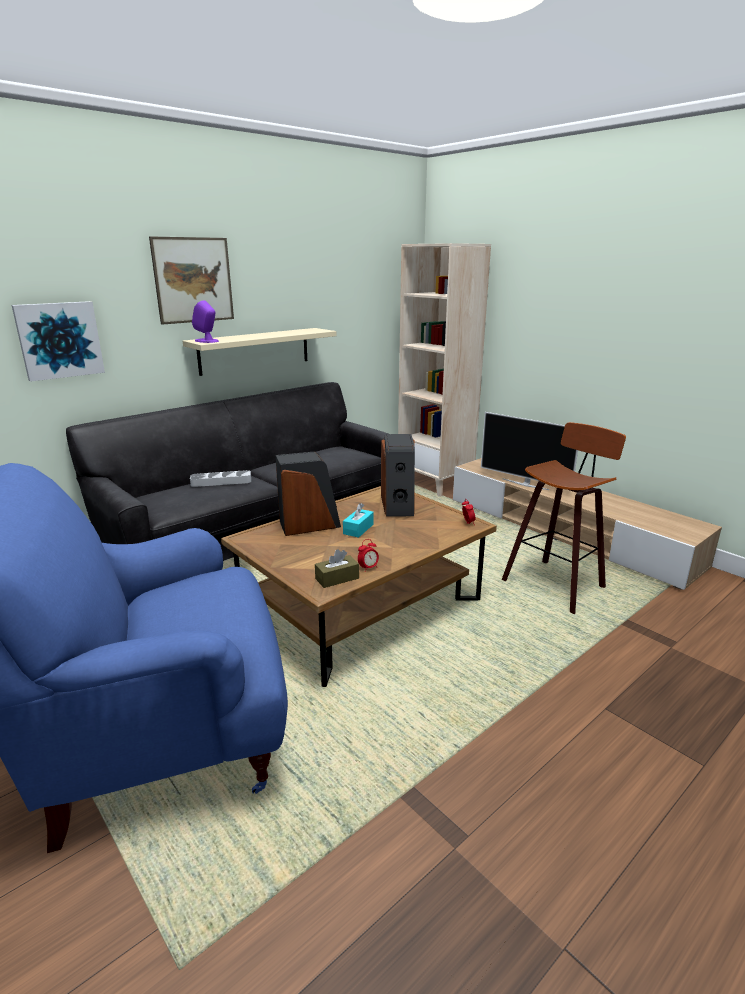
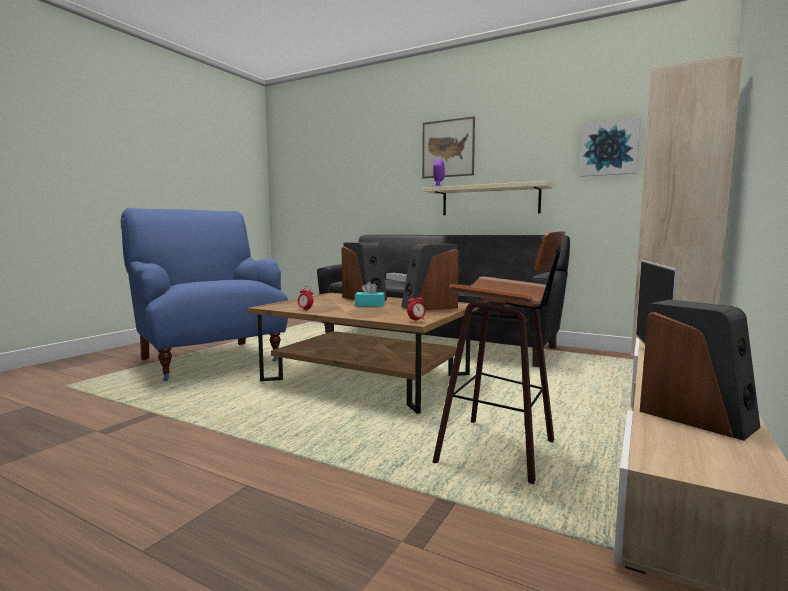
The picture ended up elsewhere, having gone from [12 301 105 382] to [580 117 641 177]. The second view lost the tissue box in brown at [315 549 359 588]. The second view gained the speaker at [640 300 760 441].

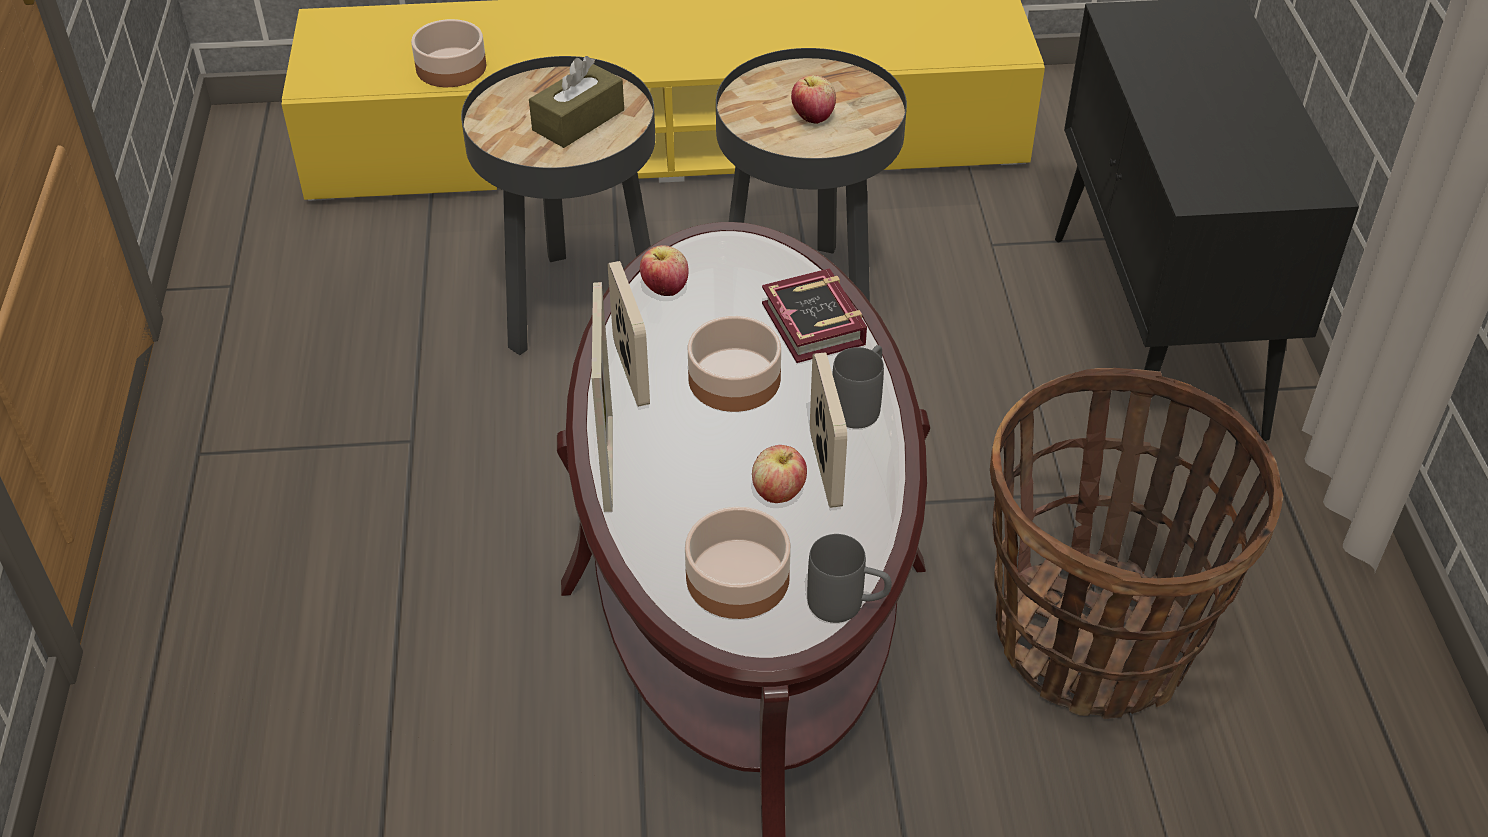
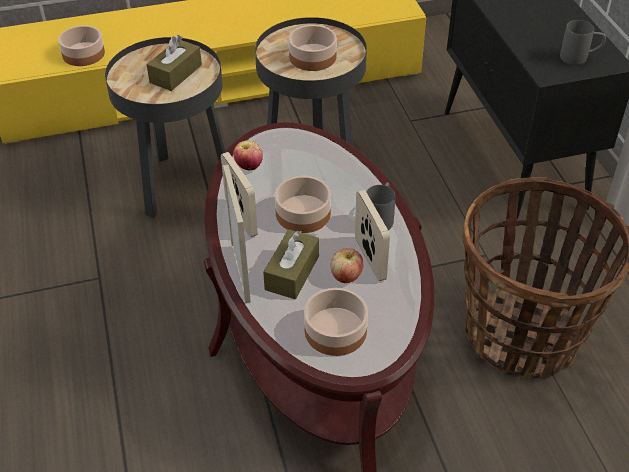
Where the apple stood at [791 75 836 124], the serving bowl came to stand at [289 25 337 71]. The second view lost the volume at [762 268 867 363]. The mug in grey ended up elsewhere, having gone from [807 534 892 623] to [560 20 606 65]. The second view gained the tissue box in brown at [263 229 319 299].

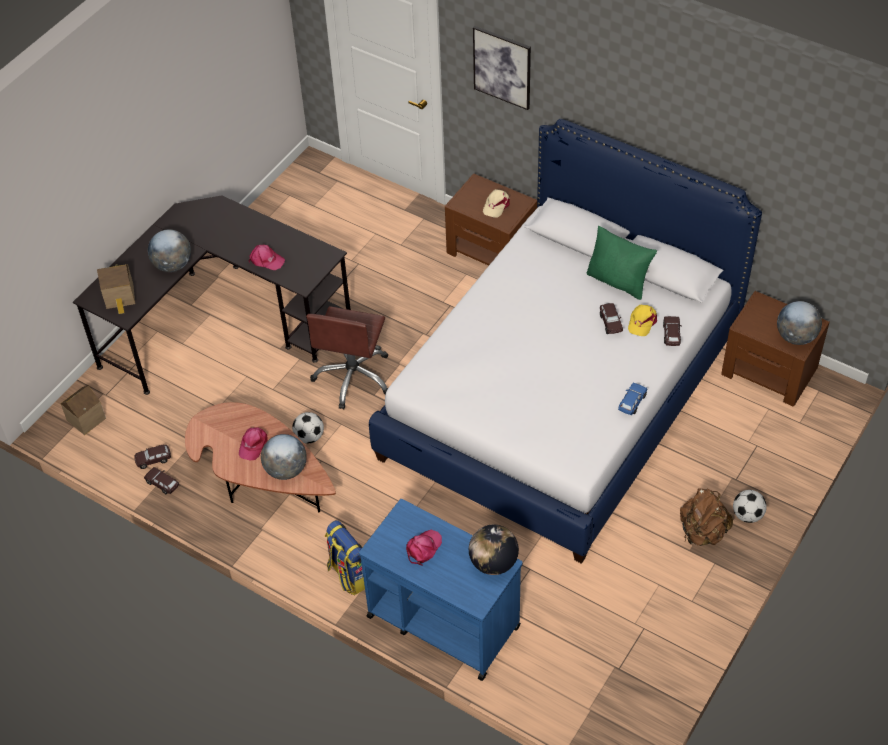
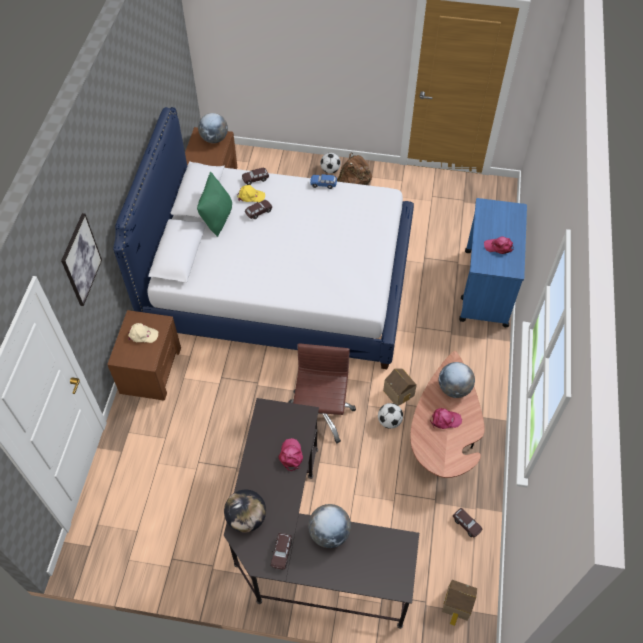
The miniature house ended up elsewhere, having gone from [97 264 135 314] to [383 368 417 406]. The computer chair in brown at [306 306 388 409] ended up facing another way, 75 degrees counterclockwise from before. The toy car in brown ended up elsewhere, having gone from [144 467 179 494] to [271 533 292 569]. The second view lost the rucksack at [325 520 365 595]. The world globe ended up elsewhere, having gone from [469 525 519 575] to [224 490 266 533].

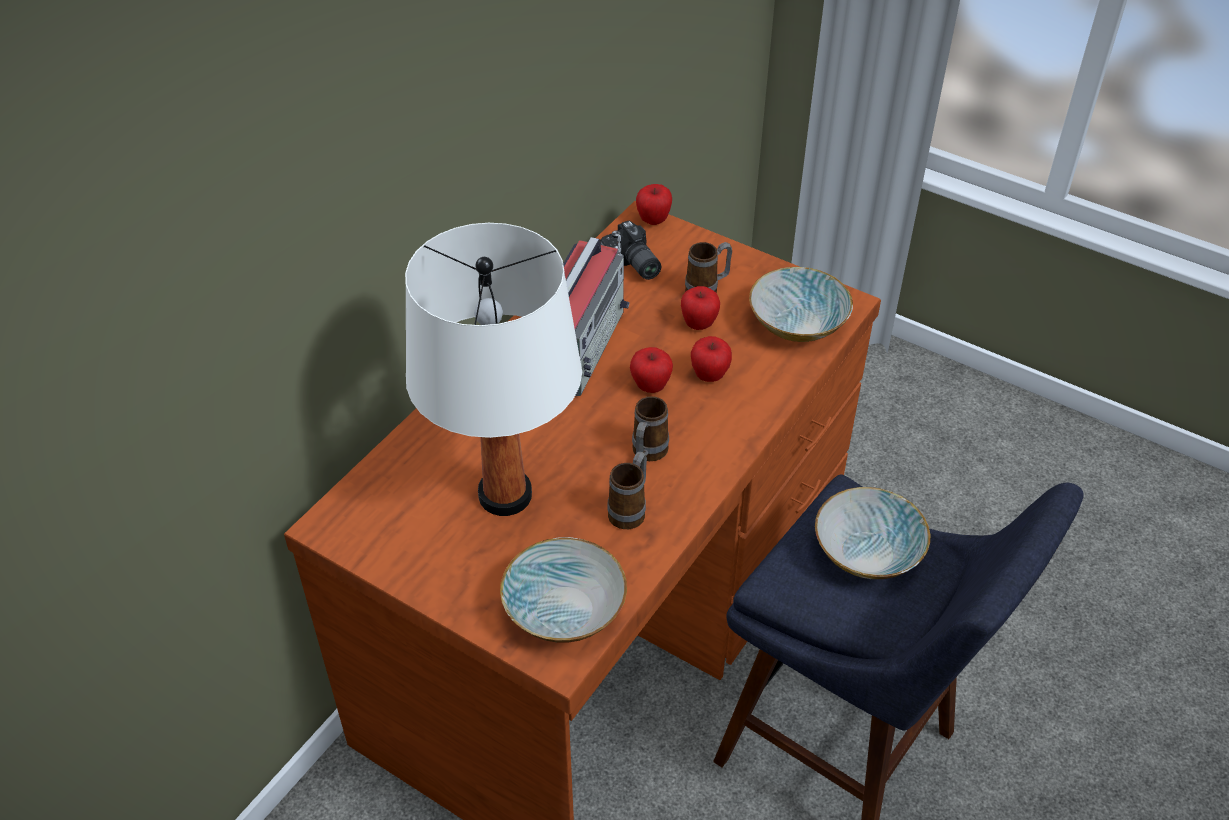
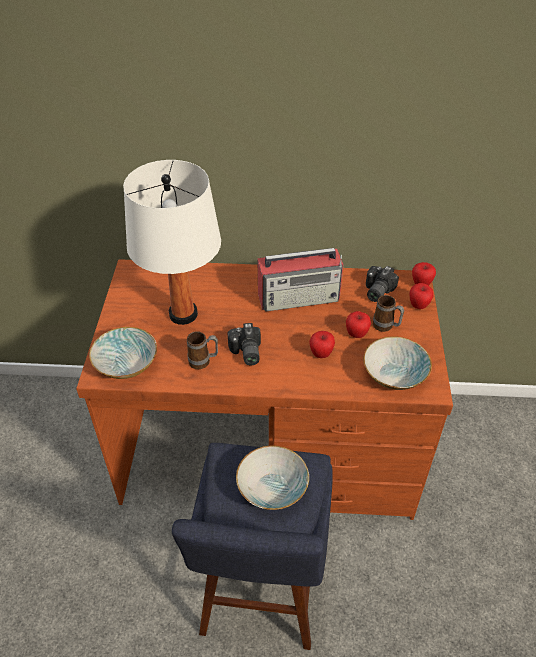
The apple ended up elsewhere, having gone from [630 347 673 393] to [409 283 434 309]. Where the mug stood at [632 396 669 461], the photo camera came to stand at [228 323 261 365].

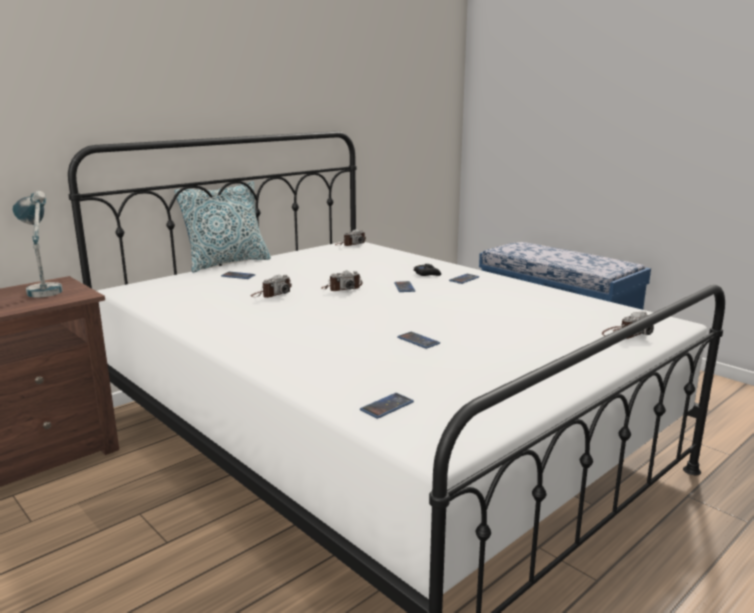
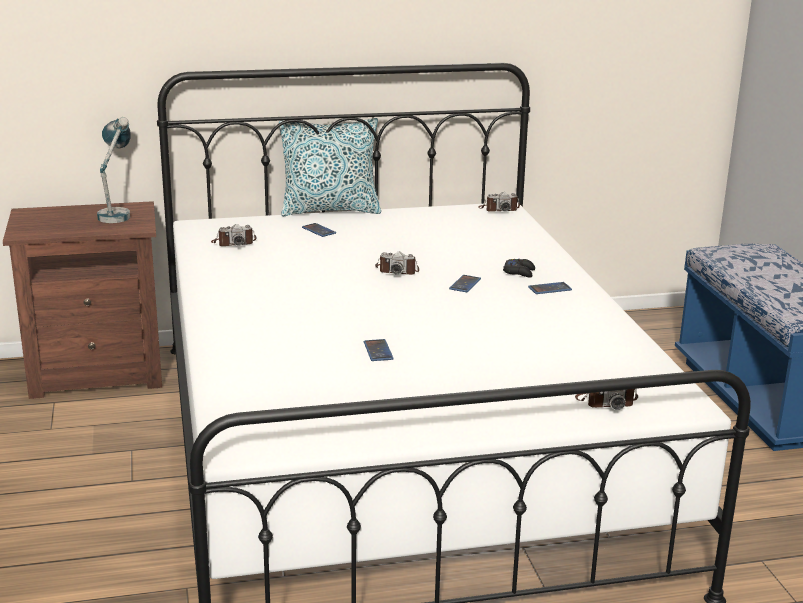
The photo camera ended up elsewhere, having gone from [251 275 292 298] to [211 224 256 246]. The second view lost the phone at [360 393 414 419].

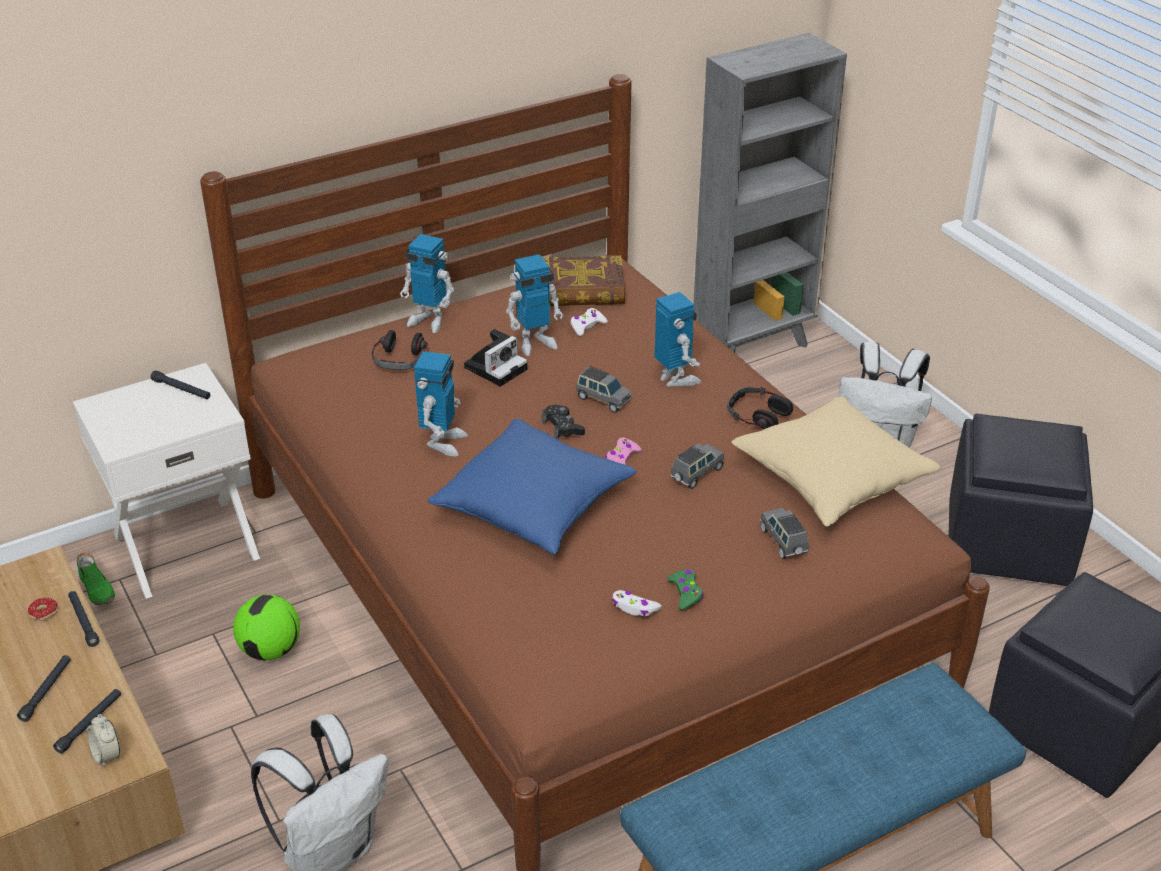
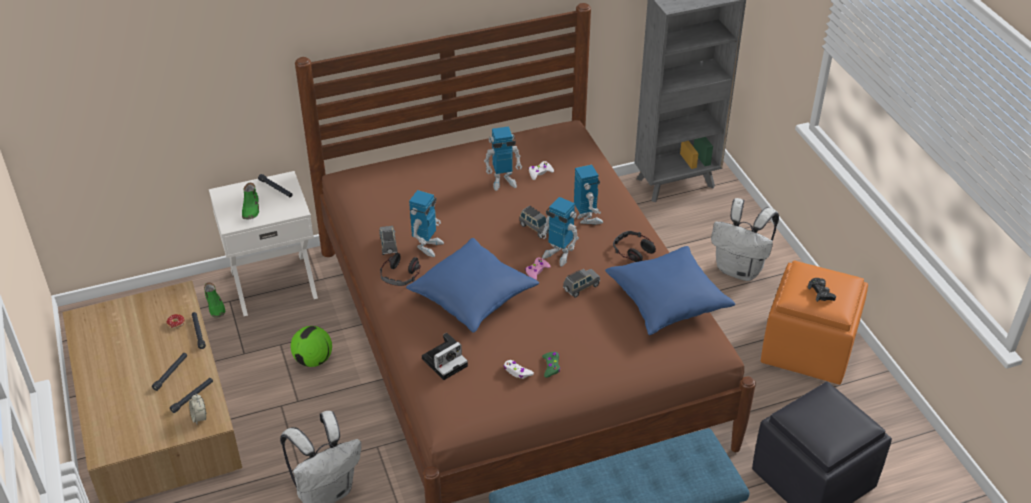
The toy robot ended up elsewhere, having gone from [400 234 454 333] to [540 197 579 266]. The second view lost the volume at [543 255 625 306]. The photo camera ended up elsewhere, having gone from [464 329 527 387] to [422 333 468 380]. The headset ended up elsewhere, having gone from [372 330 428 370] to [380 253 421 286]. What was the pillow in beige at [731 396 941 527] turned into the pillow in blue at [605 246 735 335]. The joypad in blackish ended up elsewhere, having gone from [542 405 585 439] to [808 278 836 302]. What was the footrest in blackish at [948 414 1093 586] turned into the footrest in orange-coloured at [761 260 868 385]. The toy car in grey ended up elsewhere, having gone from [760 508 809 559] to [379 226 398 255]. The second view gained the low shoe in green at [242 183 259 219].

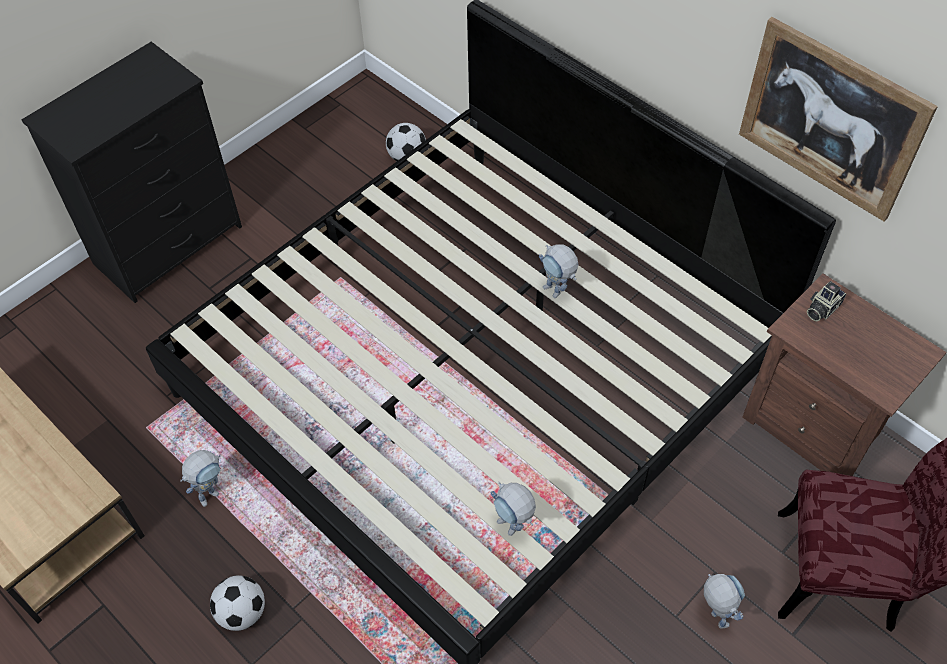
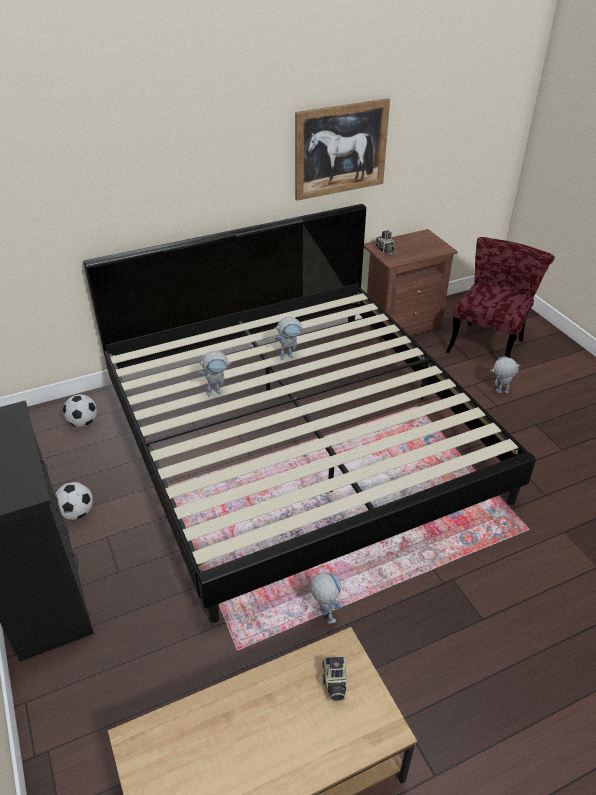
The toy robot ended up elsewhere, having gone from [490 482 536 536] to [198 351 231 396]. The ball for football ended up elsewhere, having gone from [210 575 265 631] to [56 482 93 520]. The second view gained the photo camera at [322 657 347 702].

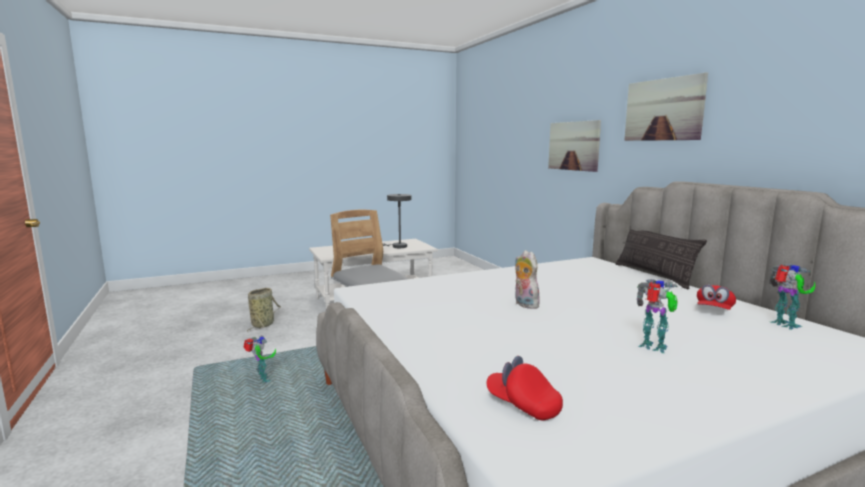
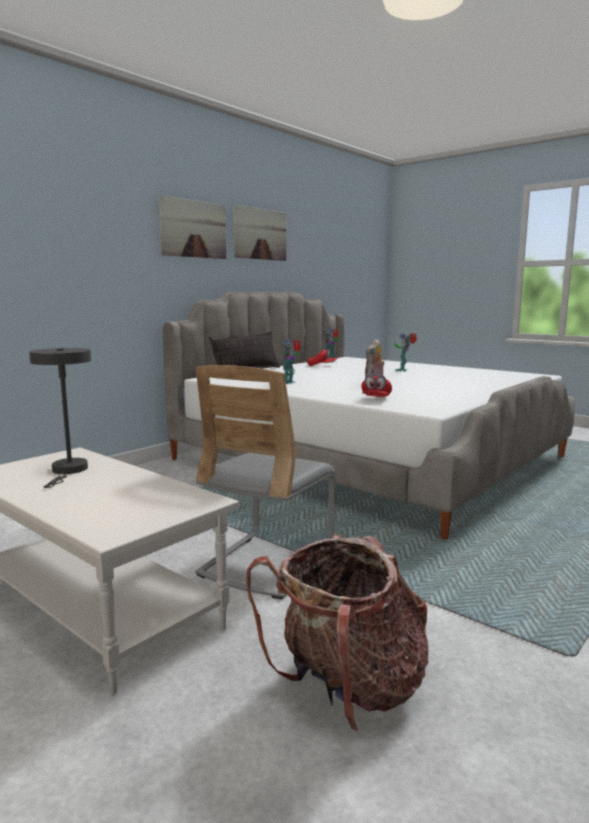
The picture ended up elsewhere, having gone from [548 120 601 172] to [233 205 286 261]. Where the basket stood at [247 288 281 332], the rucksack came to stand at [246 534 428 732]. The toy robot ended up elsewhere, having gone from [243 335 276 383] to [280 340 301 384]. The cap in red ended up elsewhere, having gone from [487 356 563 421] to [361 375 392 397].

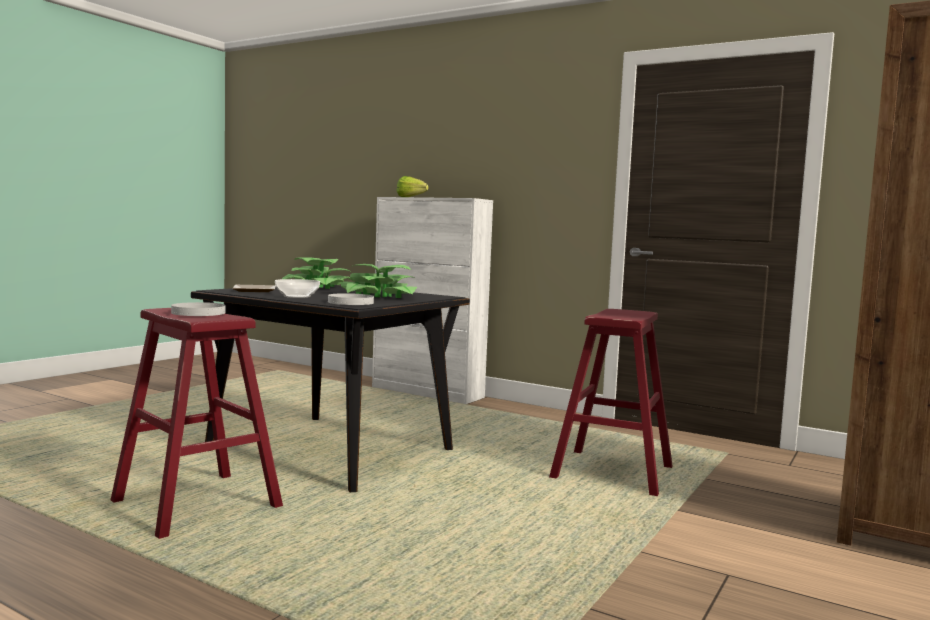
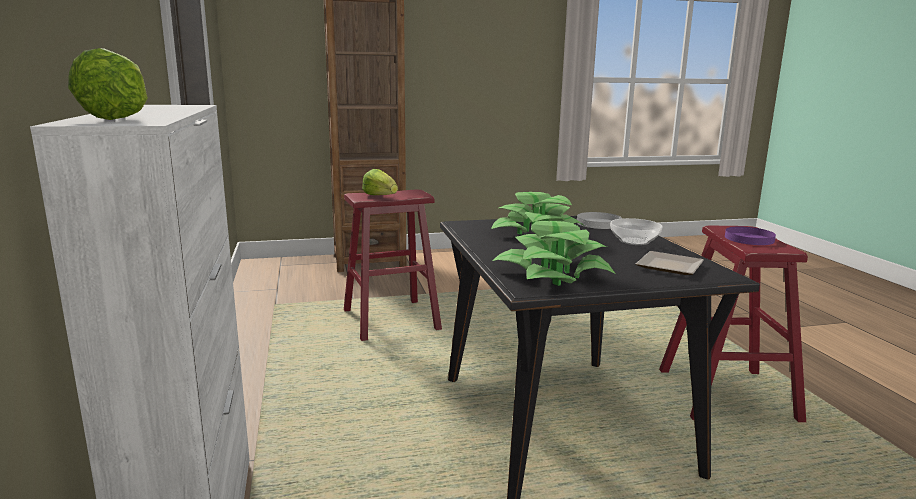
What was the plate in whitish at [171 302 225 316] turned into the plate in purple at [725 227 776 245]. The second view gained the lettuce at [362 169 398 195].

